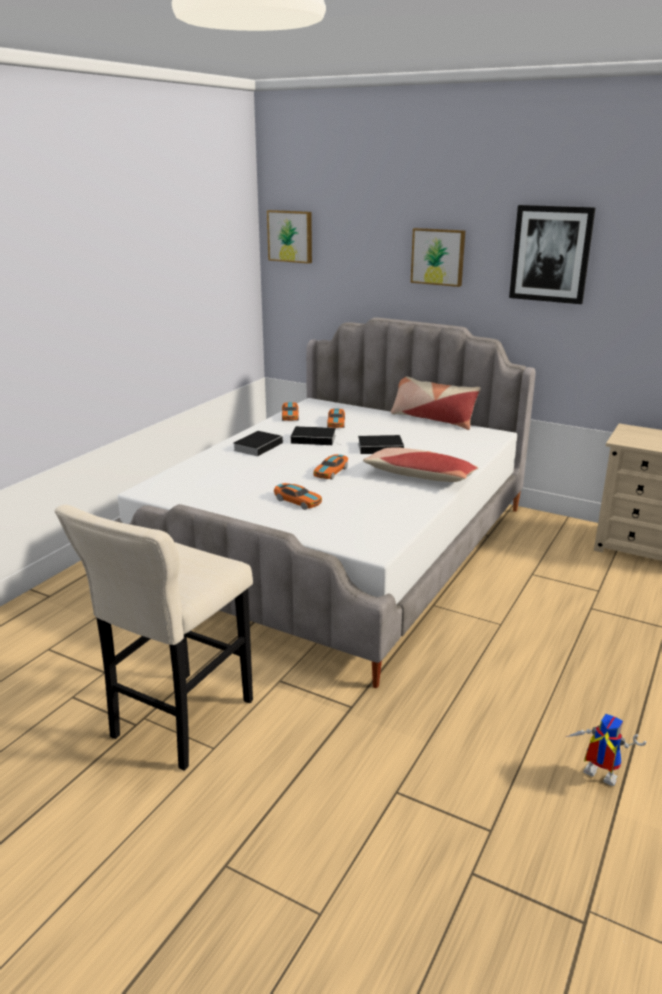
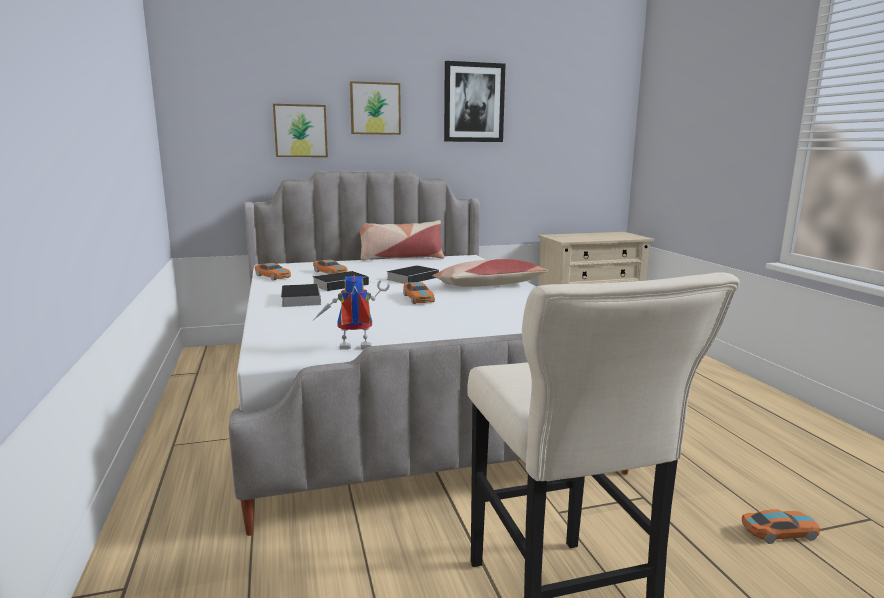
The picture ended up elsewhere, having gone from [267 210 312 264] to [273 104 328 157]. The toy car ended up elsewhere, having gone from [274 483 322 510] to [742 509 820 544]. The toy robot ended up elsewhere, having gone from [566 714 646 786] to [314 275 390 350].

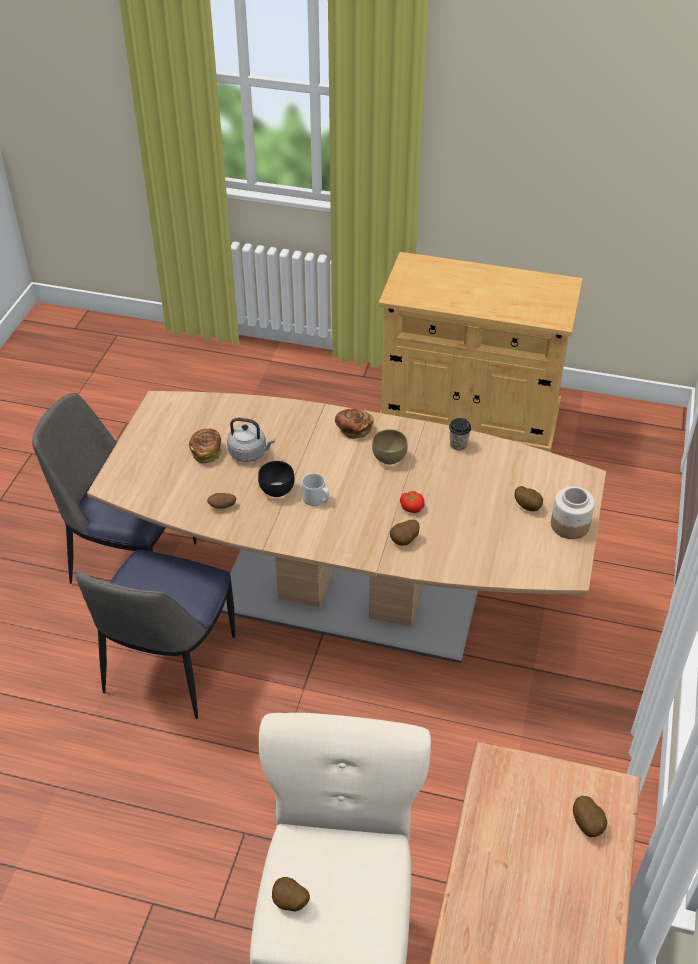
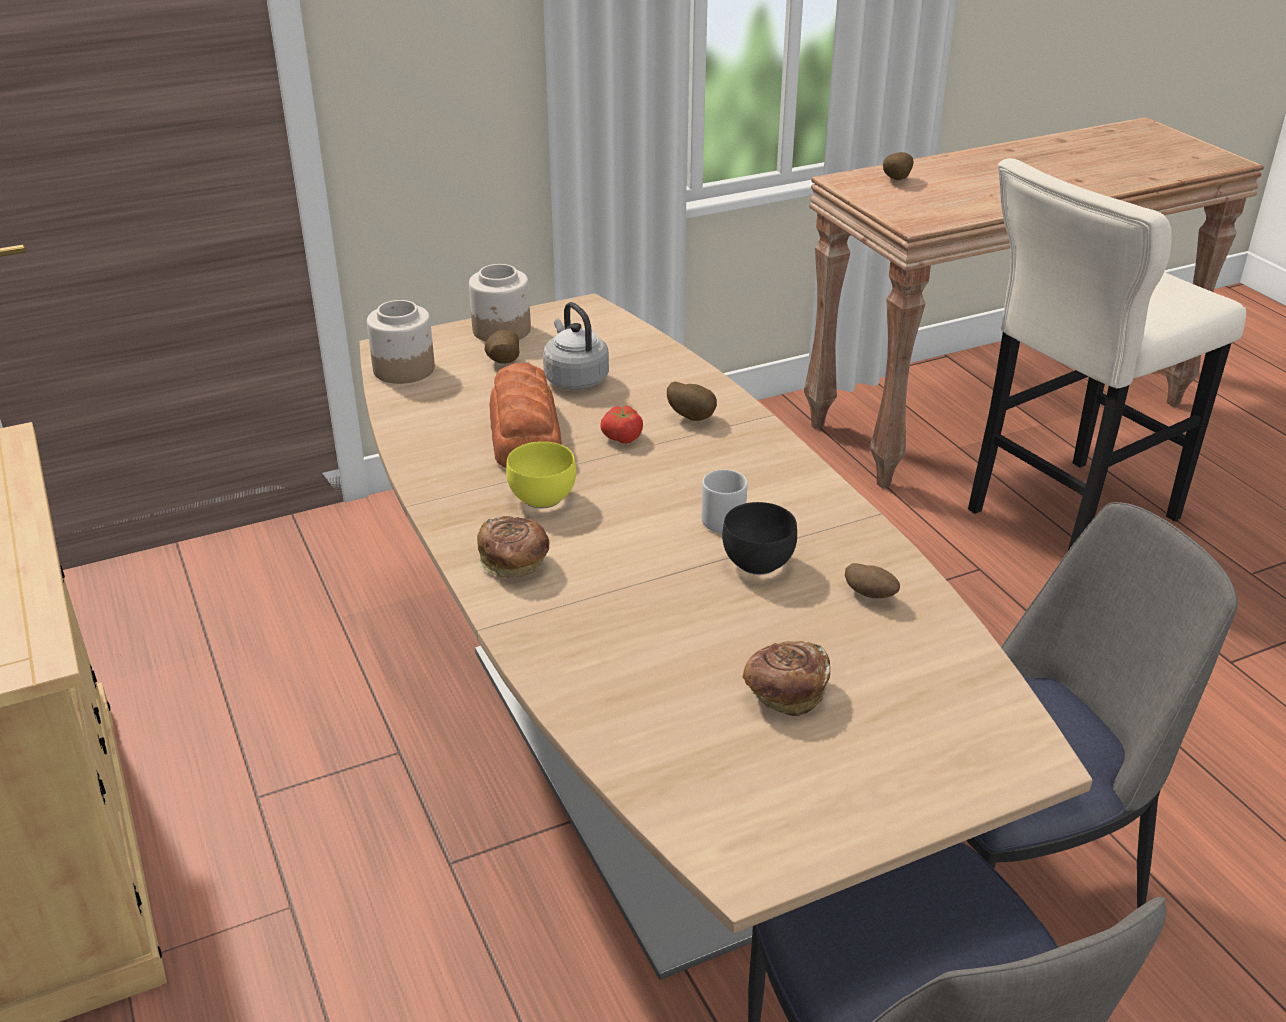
The tea kettle in grey ended up elsewhere, having gone from [227 418 275 462] to [543 302 609 390]. The second view lost the cup at [449 418 471 451]. What was the serving bowl in brown at [372 429 408 465] turned into the serving bowl in yellowish at [506 441 576 508]. The second view lost the whole potato at [272 877 310 911]. The second view gained the jar at [367 300 435 384]. The second view gained the bakery bread at [489 363 562 468].

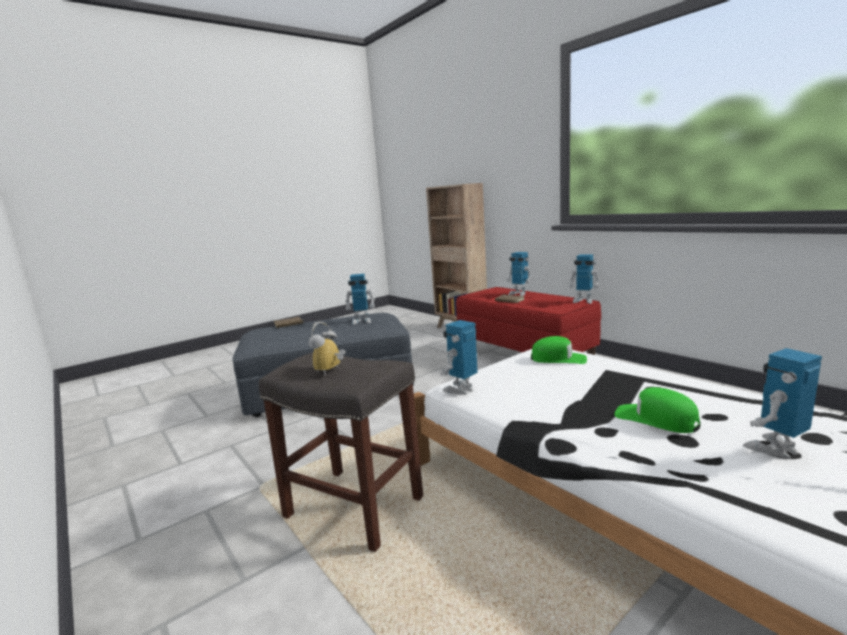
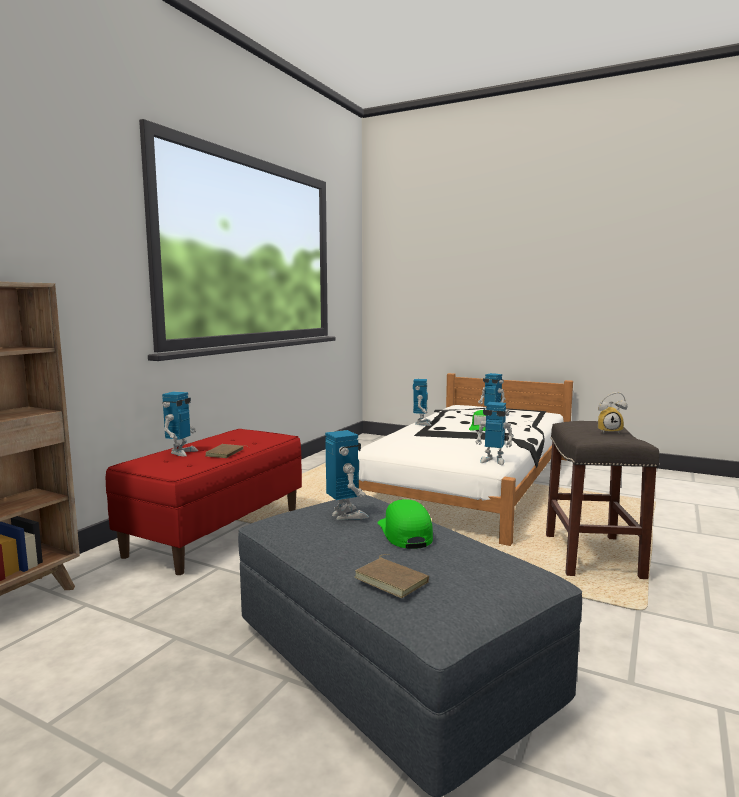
The toy robot ended up elsewhere, having gone from [569 254 600 304] to [413 379 432 426]. The cap in green ended up elsewhere, having gone from [531 336 587 364] to [377 499 433 549].

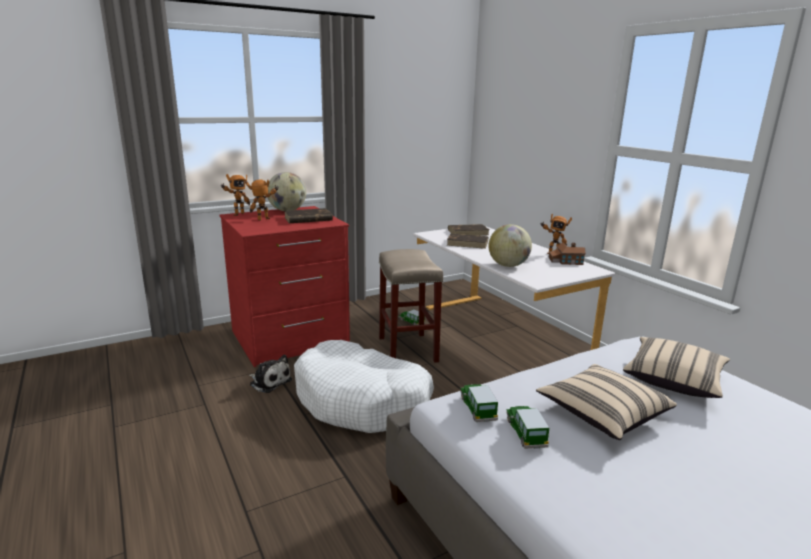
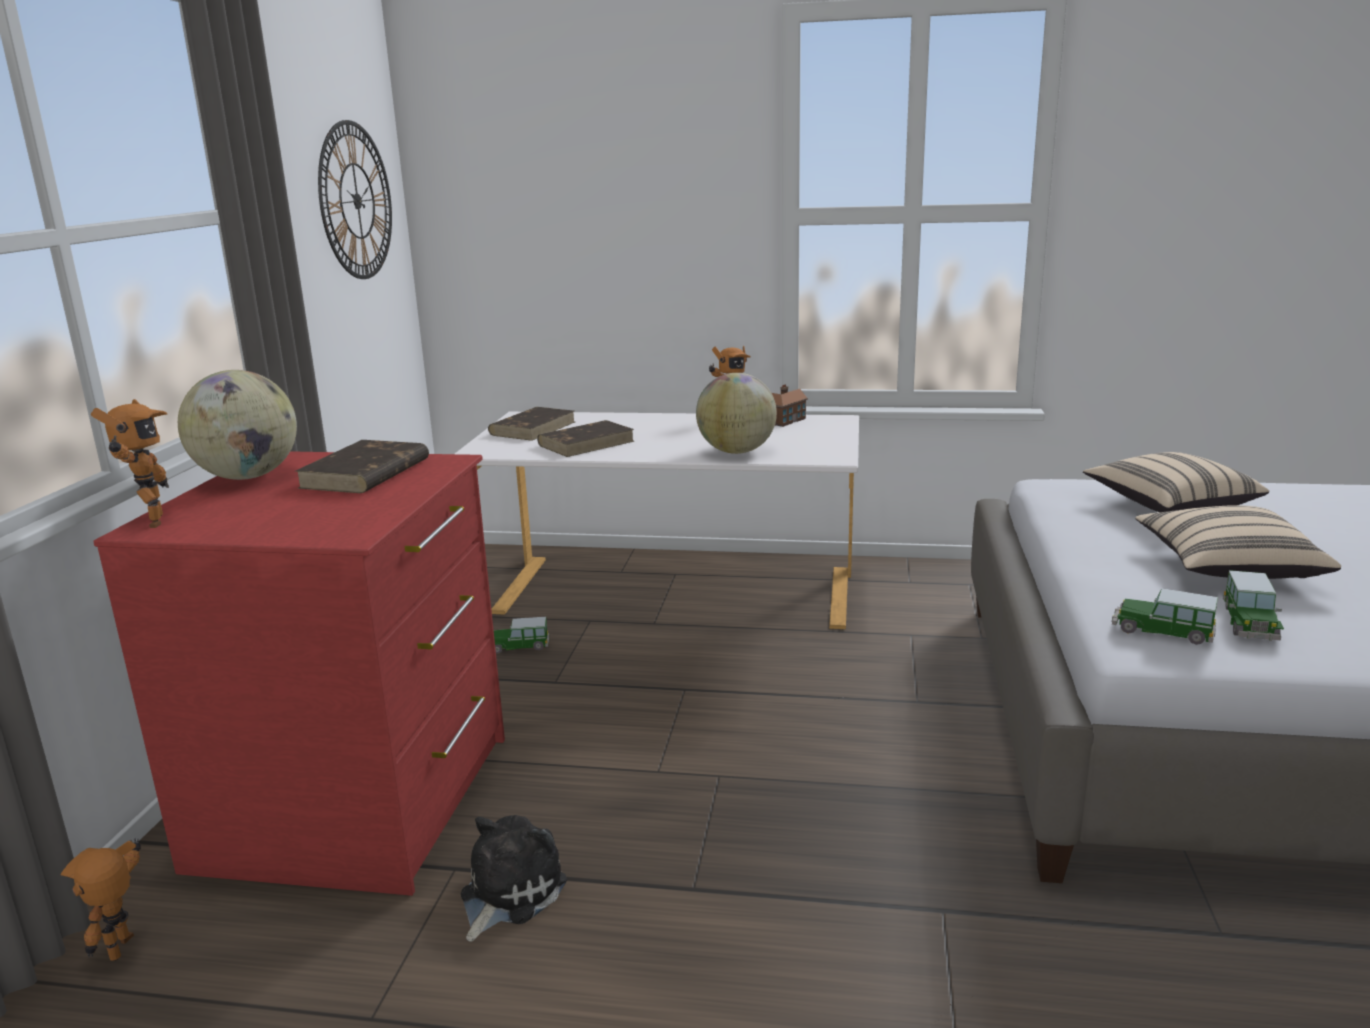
The toy robot ended up elsewhere, having gone from [246 180 279 221] to [61 838 141 961]. The second view lost the stool seat in beige at [379 249 444 363]. The second view lost the pet bed in whitish at [294 340 434 433]. The plush toy at [249 355 292 393] ended up facing another way, 45 degrees counterclockwise from before. The toy car at [506 406 549 449] ended up facing another way, 105 degrees counterclockwise from before. The second view gained the wall clock at [318 120 392 279].

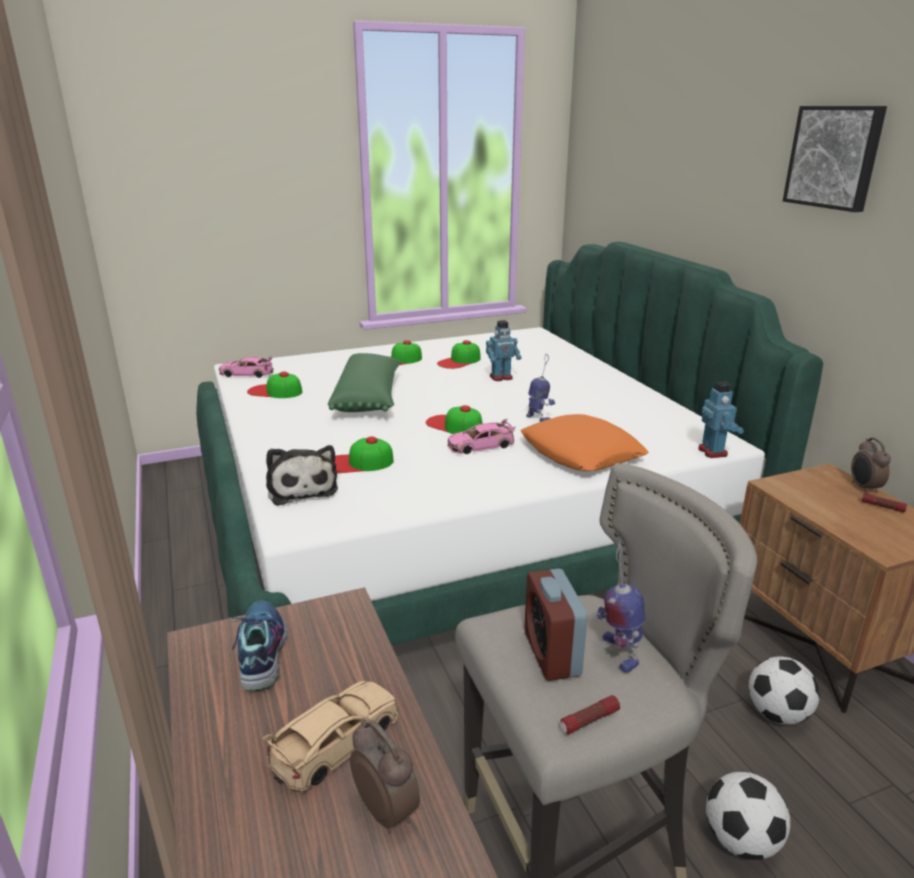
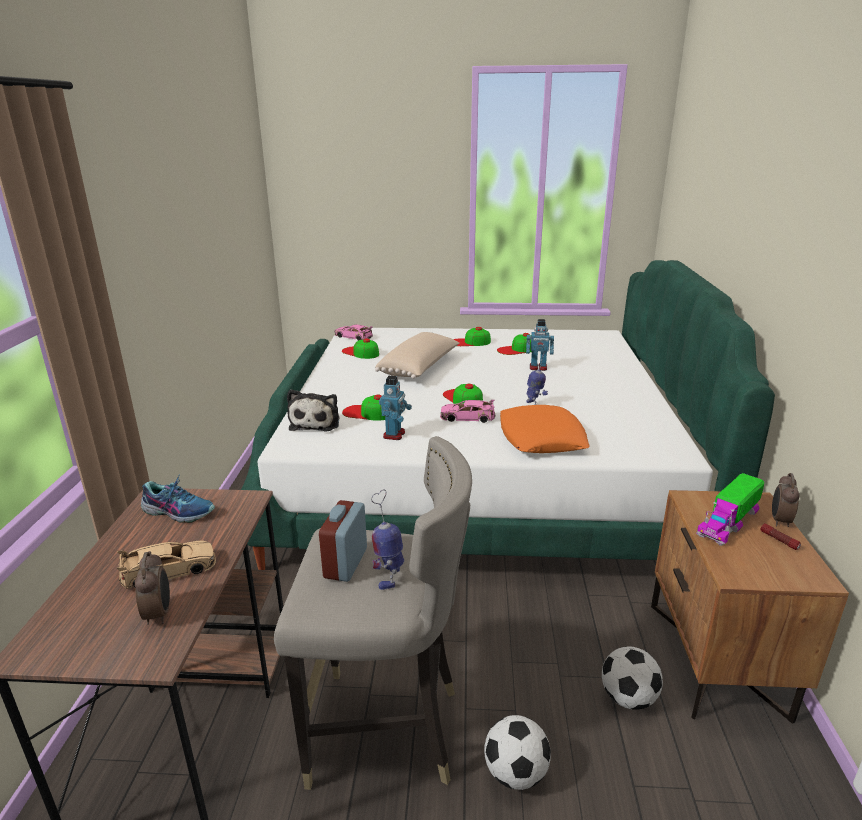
The second view lost the picture at [783 106 887 212]. What was the pillow in green at [328 353 401 412] turned into the pillow in beige at [375 332 459 379]. The toy robot ended up elsewhere, having gone from [698 381 744 458] to [379 376 412 440]. The low shoe at [226 600 287 691] ended up facing another way, 90 degrees clockwise from before. The second view lost the hand torch at [560 695 620 734]. The second view gained the model truck at [696 473 764 546].

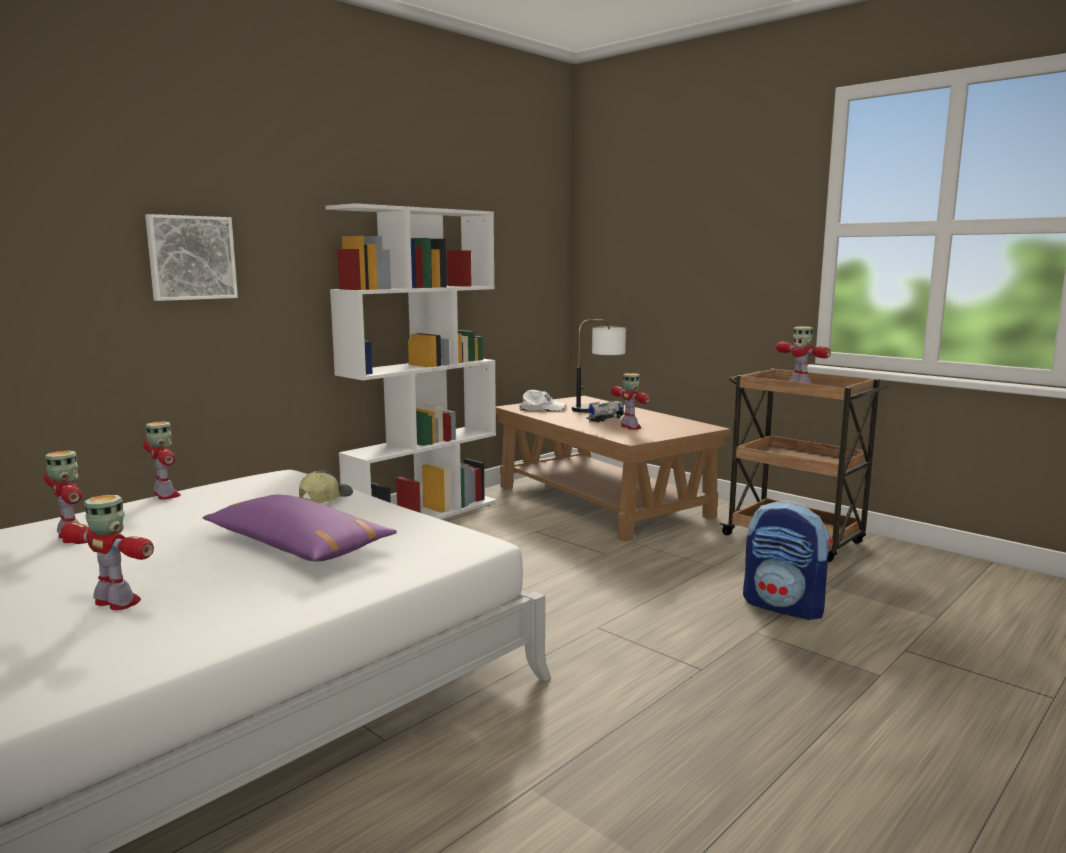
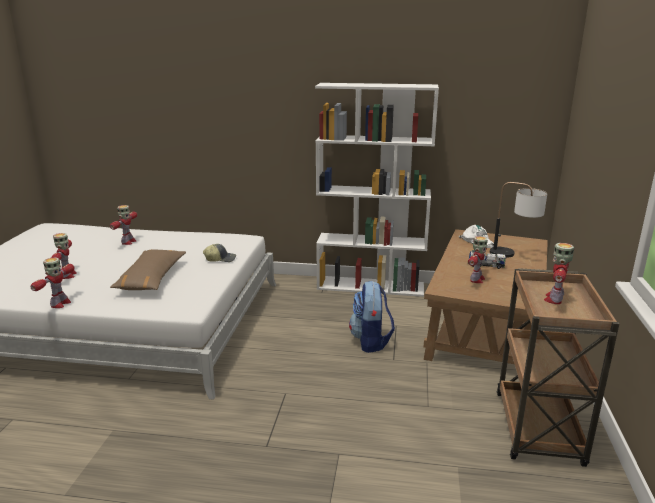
The second view lost the picture at [145 214 238 301]. The toy robot ended up elsewhere, having gone from [143 421 181 499] to [31 258 75 308]. What was the pillow in purple at [202 494 397 561] turned into the pillow in brown at [110 249 186 290]. The rucksack ended up elsewhere, having gone from [743 501 833 620] to [349 281 395 353].

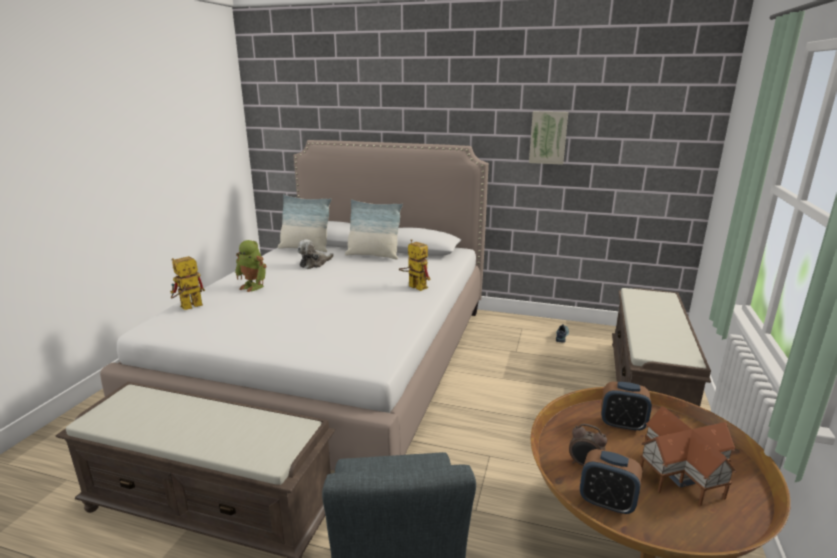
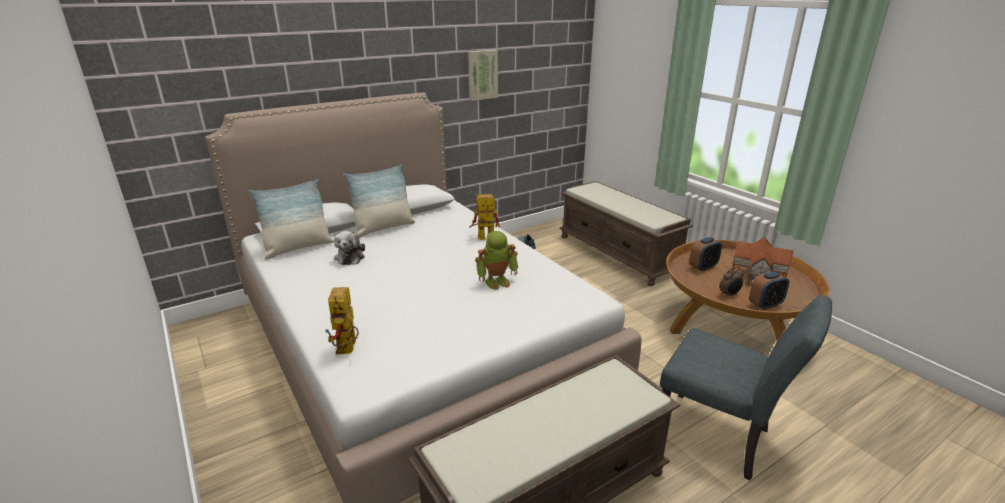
The toy robot ended up elsewhere, having gone from [235 240 267 292] to [475 231 518 290].

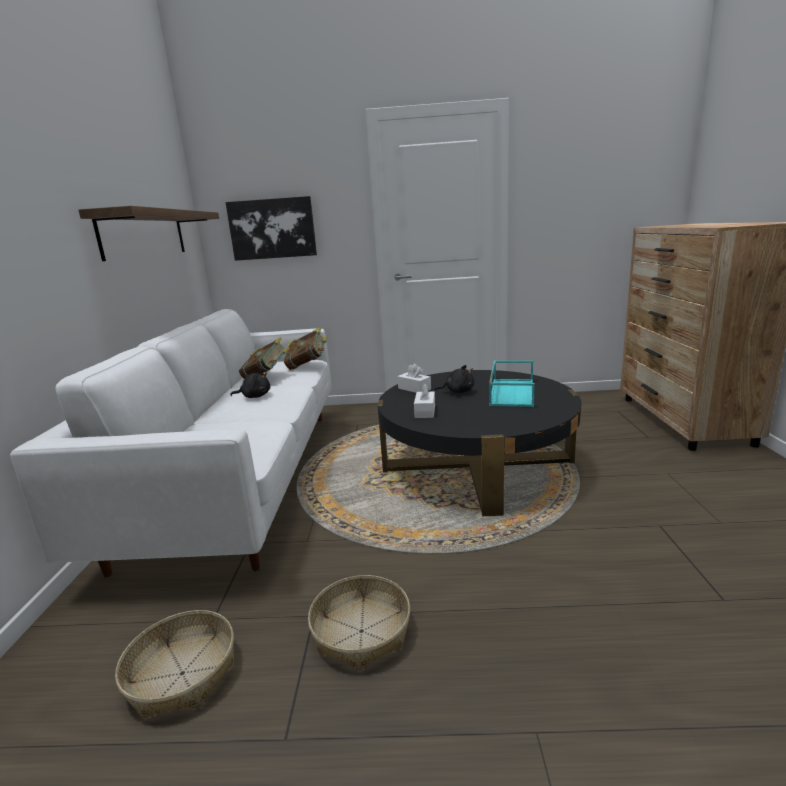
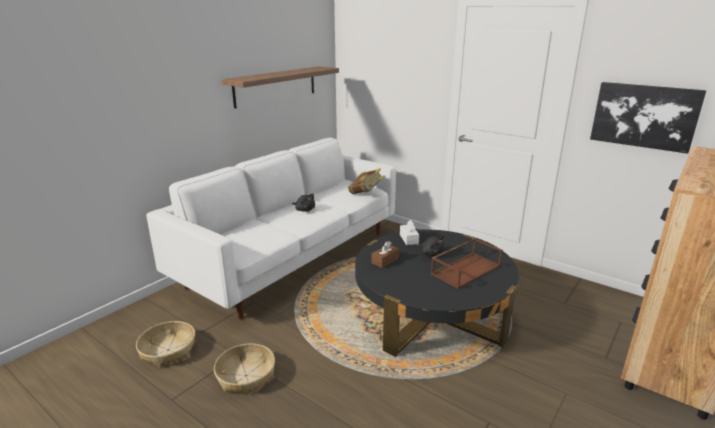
The picture ended up elsewhere, having gone from [226 196 317 261] to [590 82 706 154]. The second view lost the volume at [239 337 289 379]. What was the tray in turquoise-coloured at [489 361 535 407] turned into the tray in brown at [431 238 502 289]. What was the tissue box in whitish at [414 383 435 418] turned into the tissue box in brown at [371 241 399 268].

